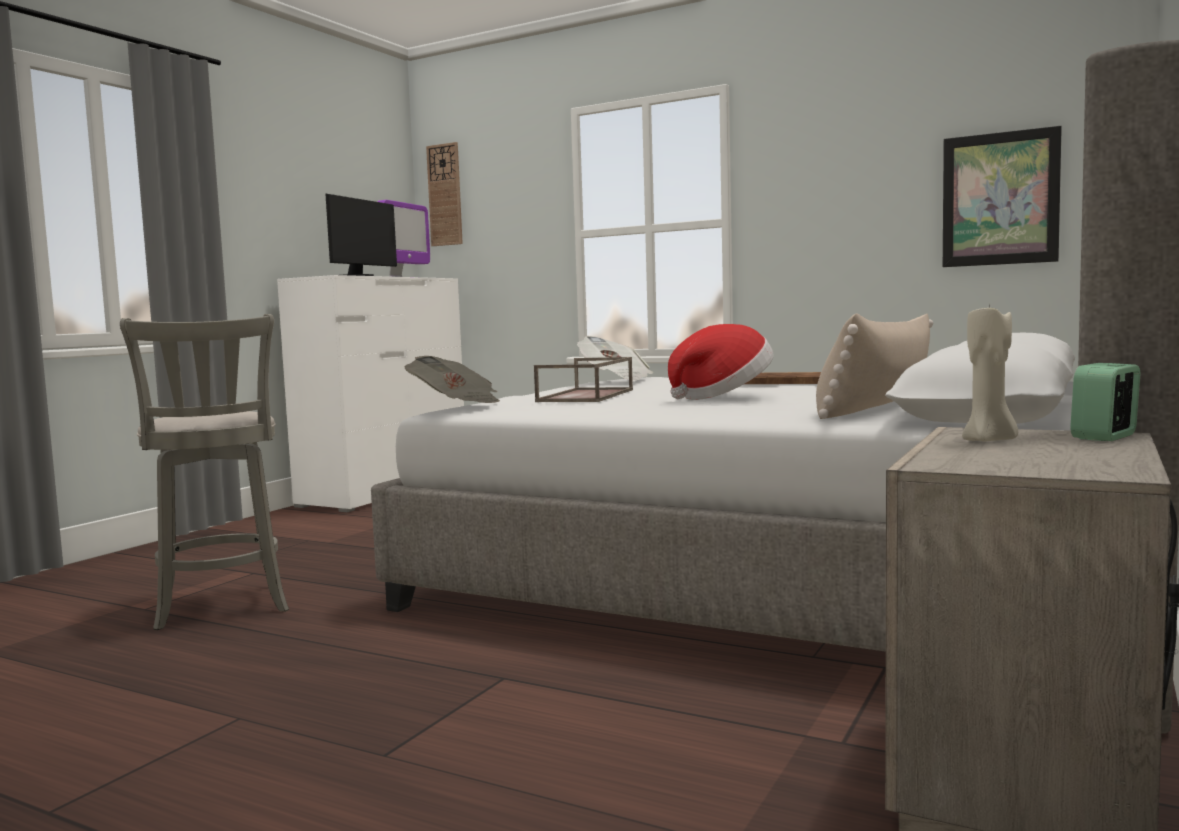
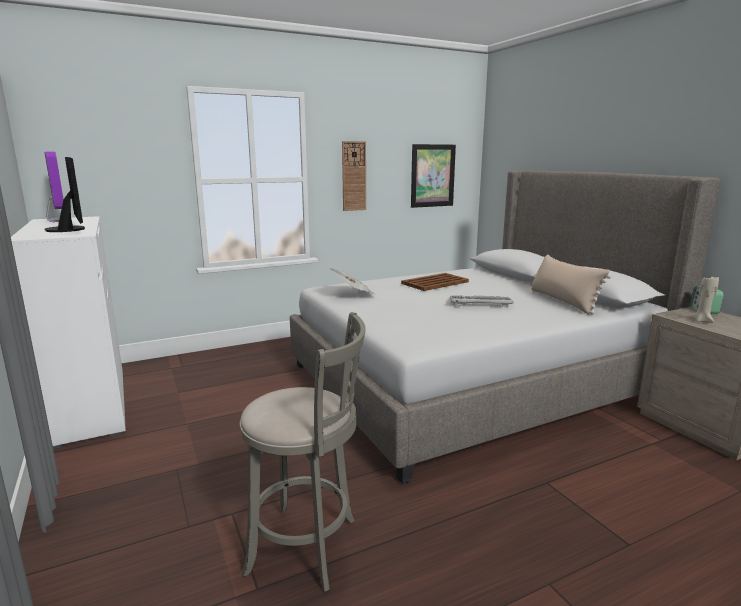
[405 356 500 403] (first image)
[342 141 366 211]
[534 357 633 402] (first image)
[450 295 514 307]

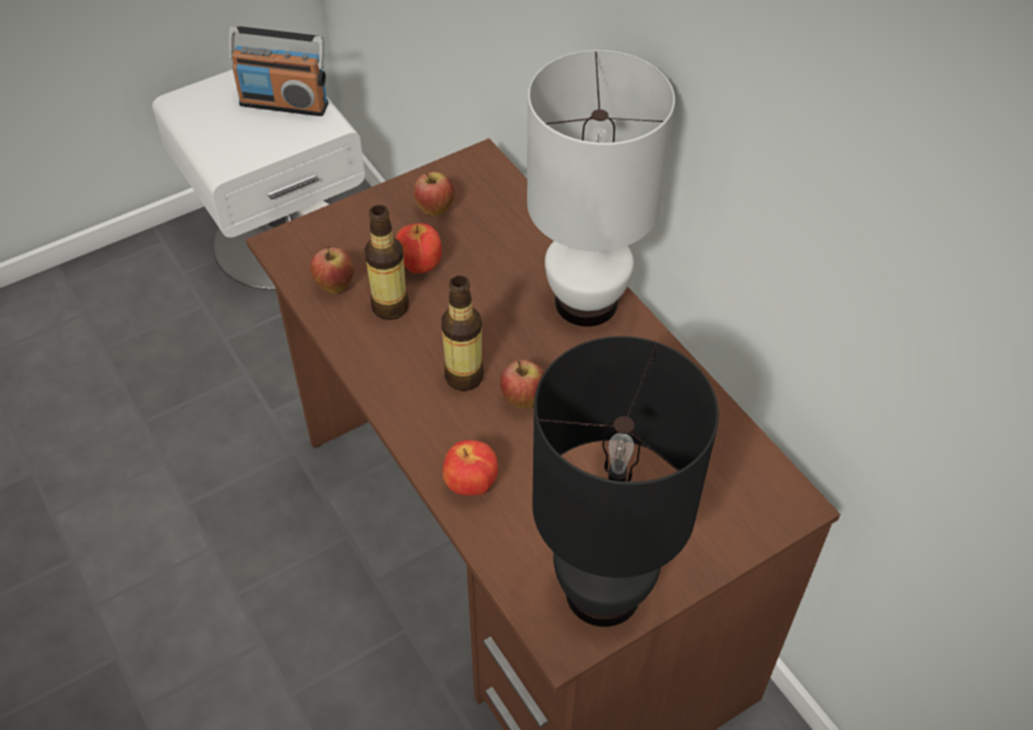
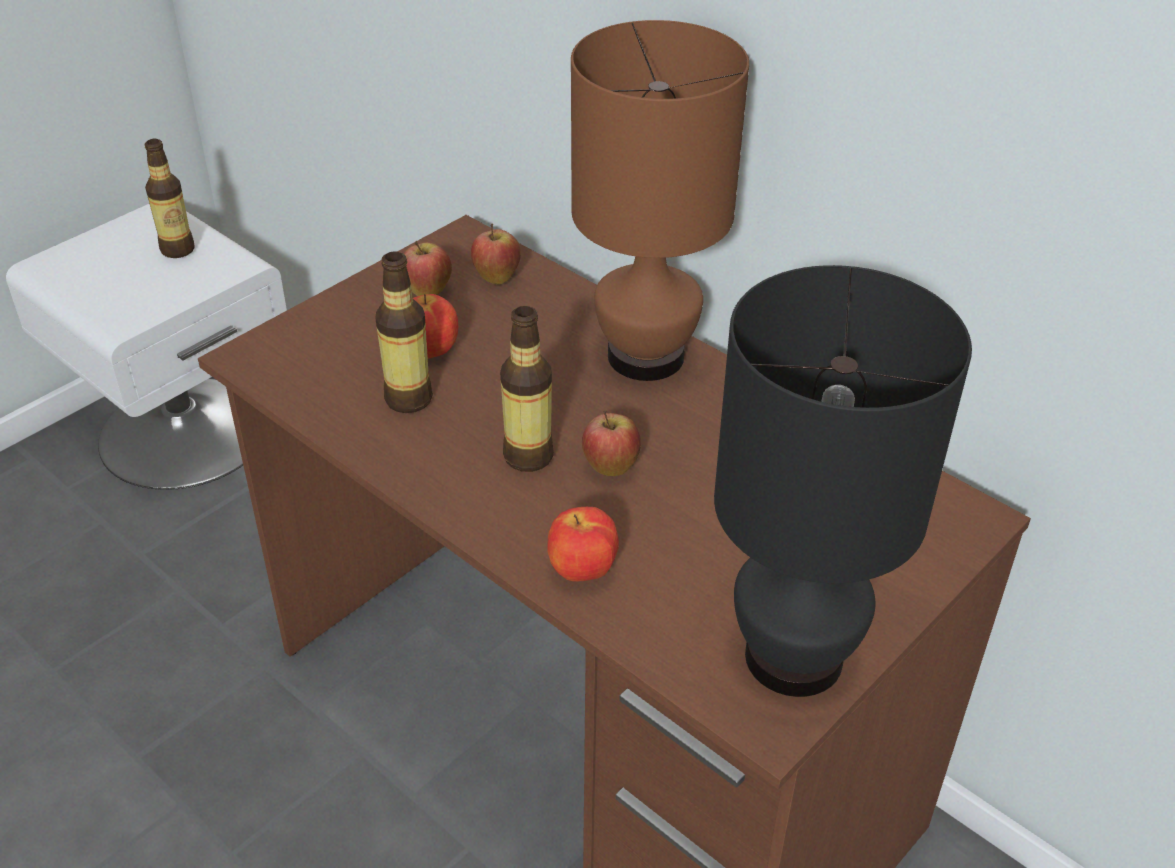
[144 139 195 258]
[471 223 521 285]
[571 20 749 381]

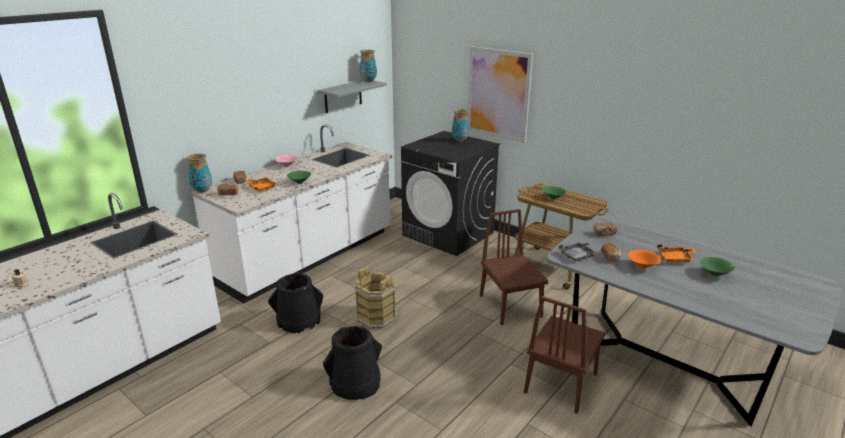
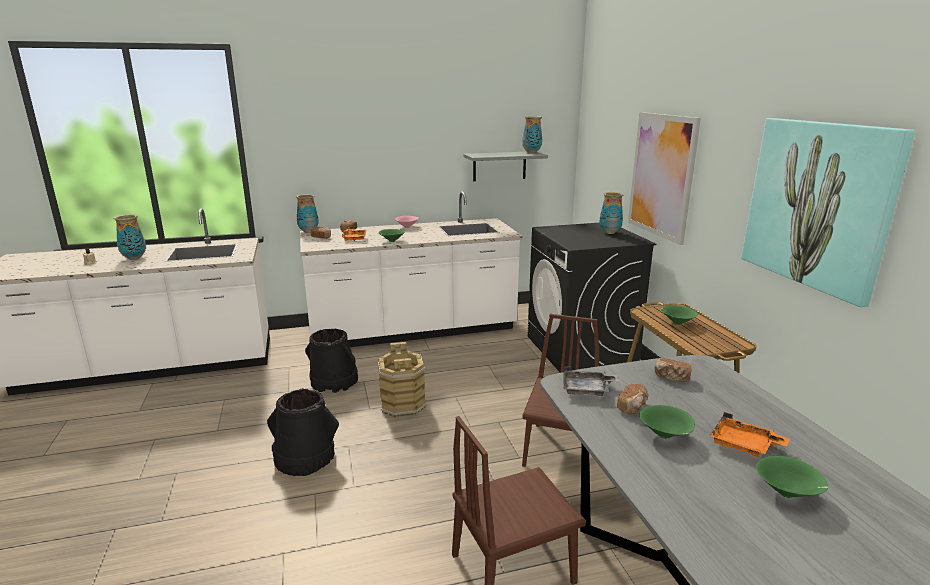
[639 405 695 439]
[114 214 146 260]
[741 118 915 307]

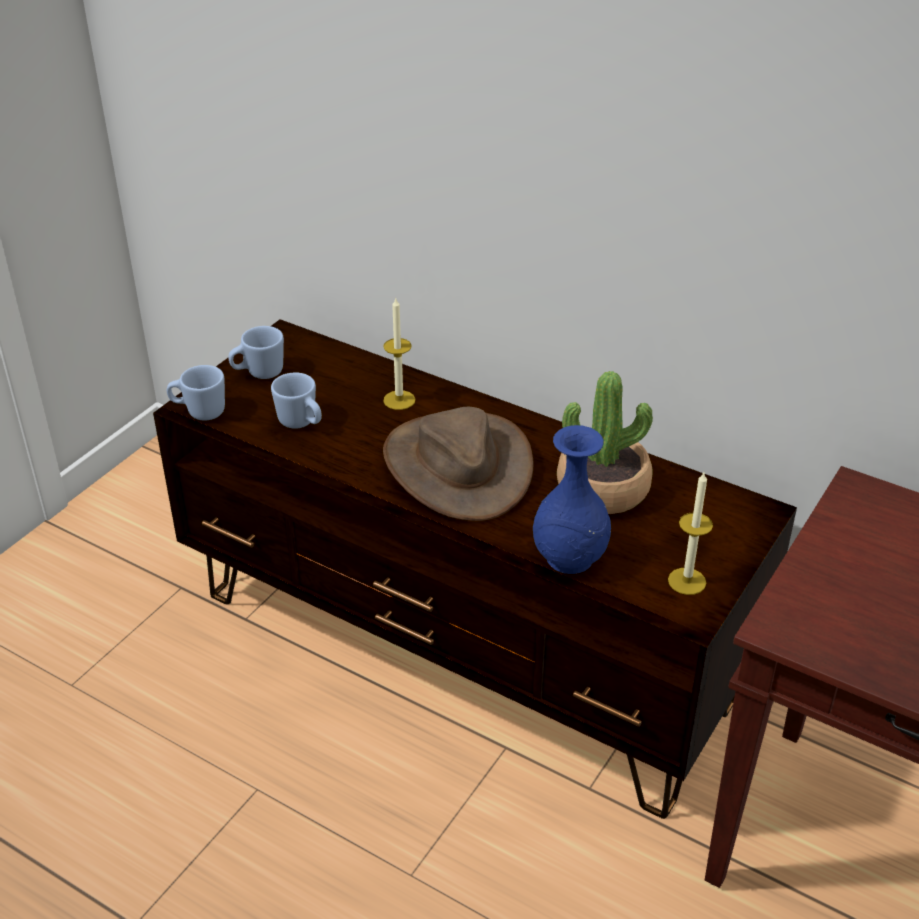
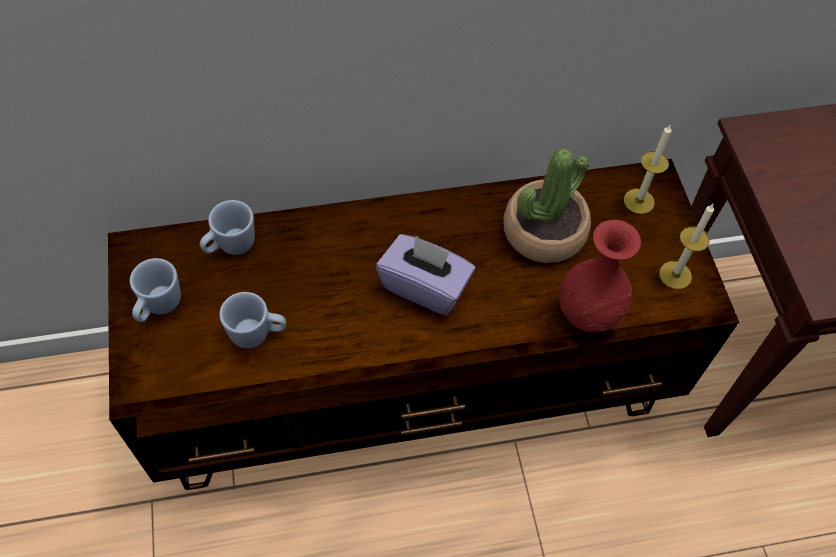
[200 200 255 255]
[624 125 671 214]
[376 234 475 315]
[558 220 641 332]

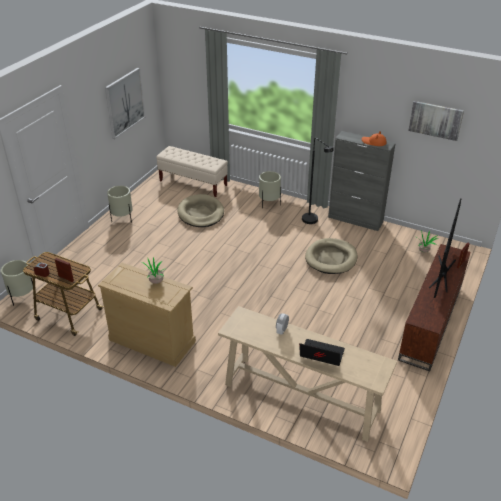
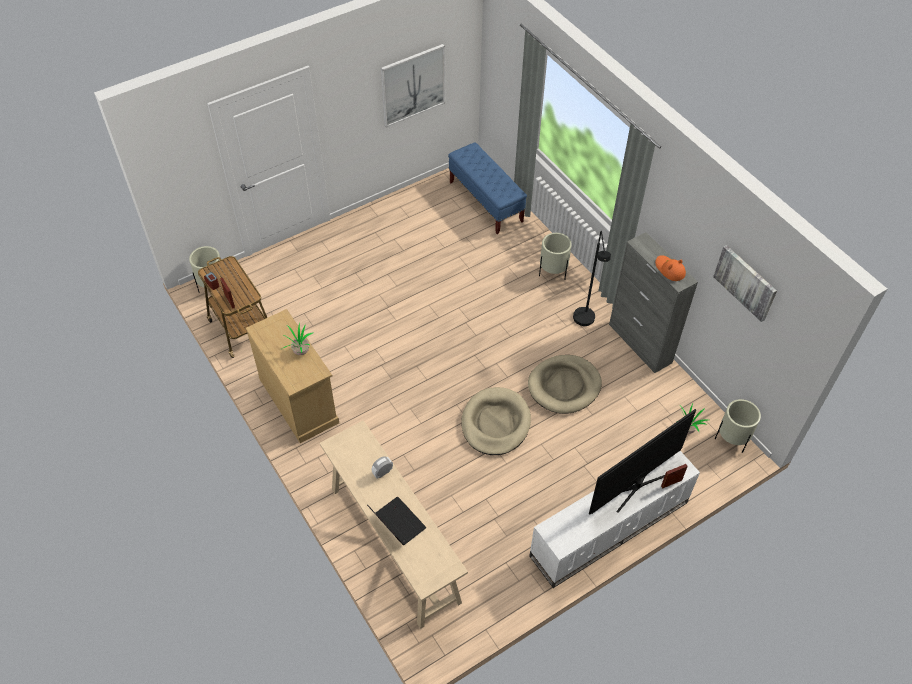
[715 399 761 453]
[448 143 527 234]
[461 387 531 455]
[529 451 700 588]

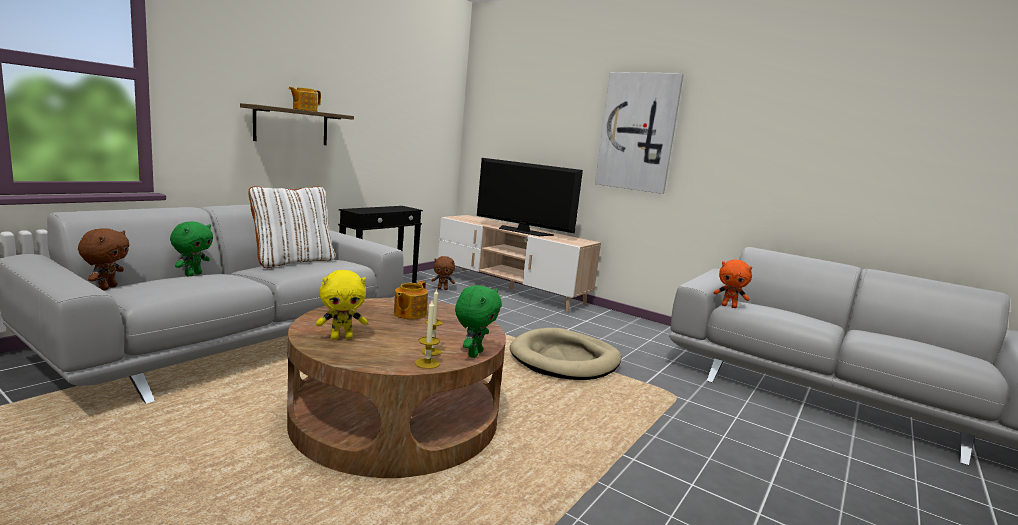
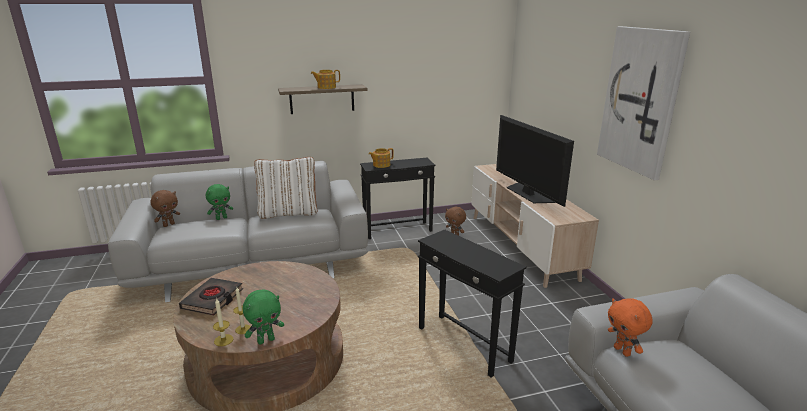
[179 278 243 316]
[369 148 394 168]
[418 230 527 377]

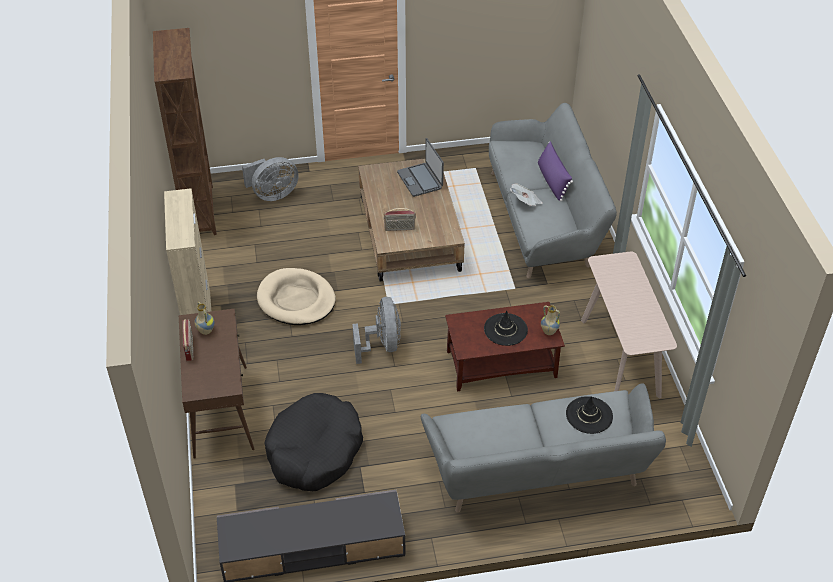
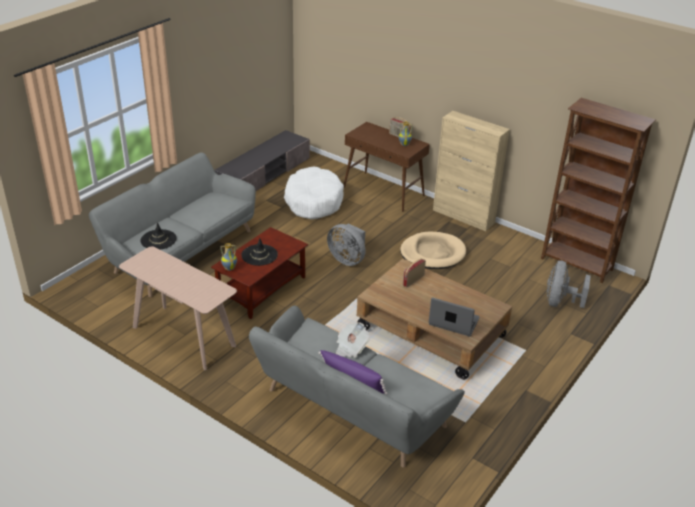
[284 167 344 220]

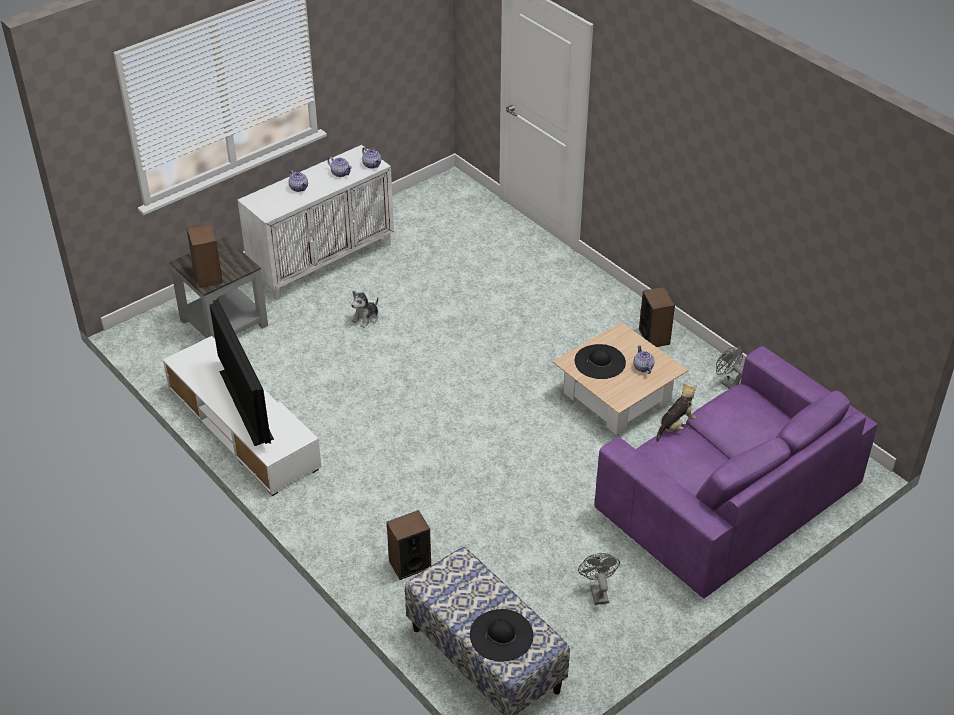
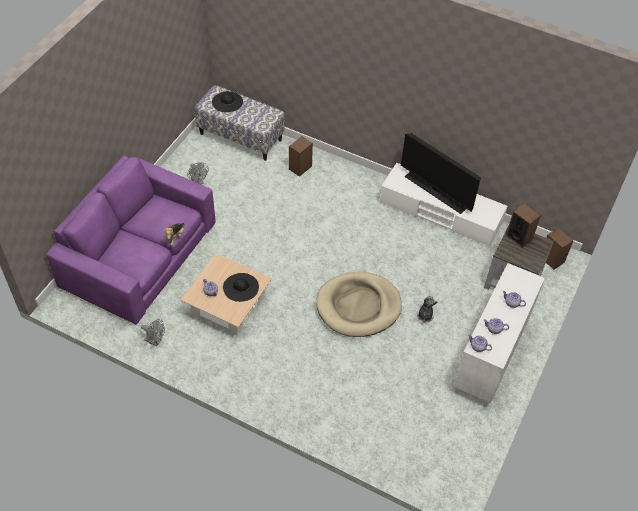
[546 228 574 270]
[316 272 402 337]

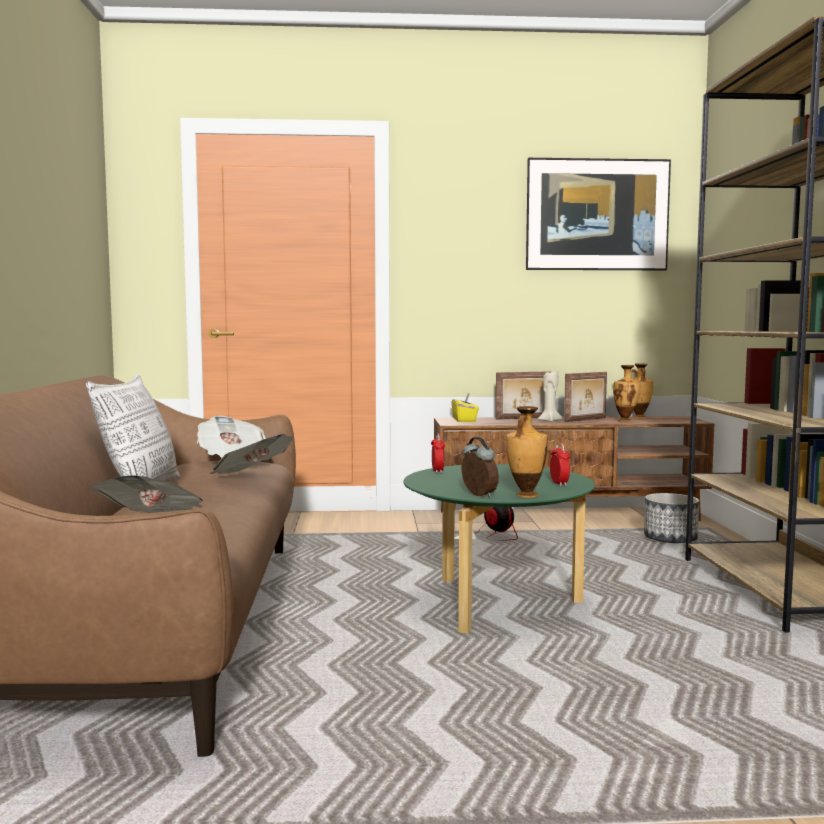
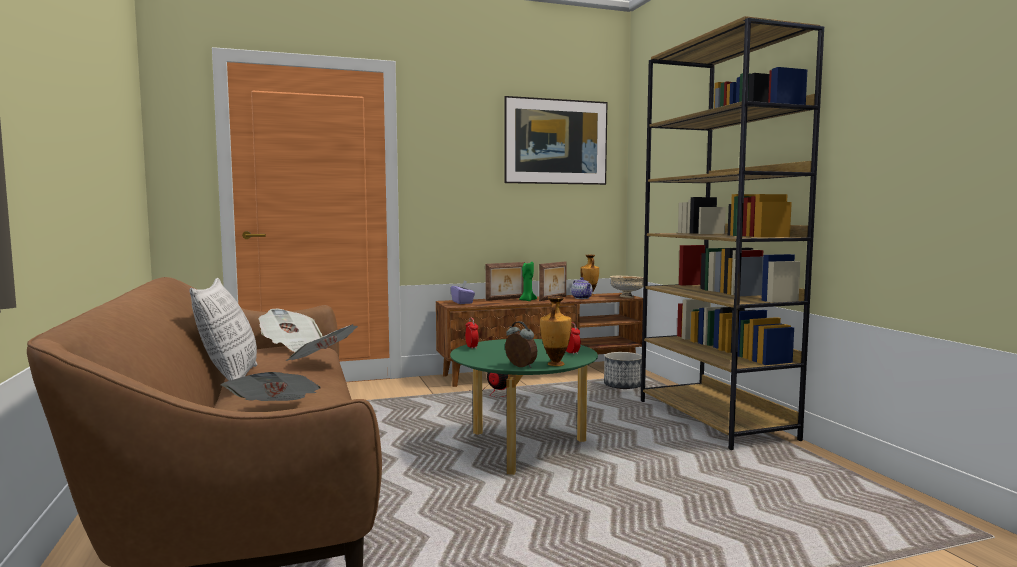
[451 281 475 304]
[519 262 537 301]
[571 277 593 299]
[610 276 644 298]

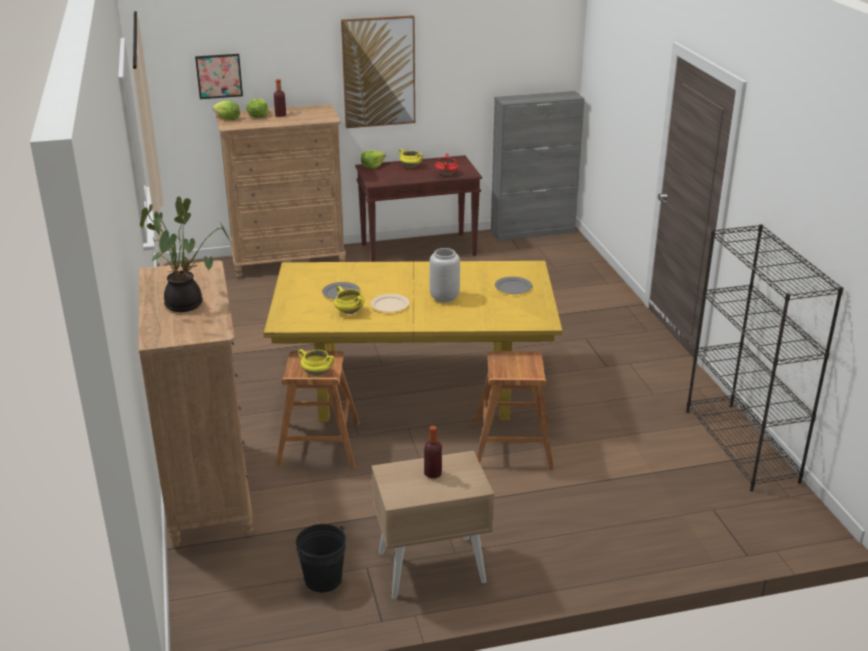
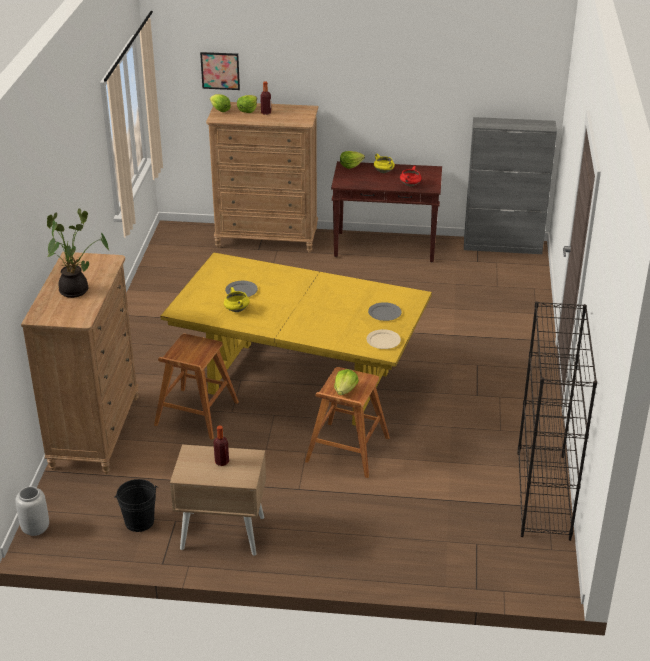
[298 349 335 376] (first image)
[341 15 415 128] (first image)
[366 329 401 349]
[15 486 49 536]
[334 369 359 395]

